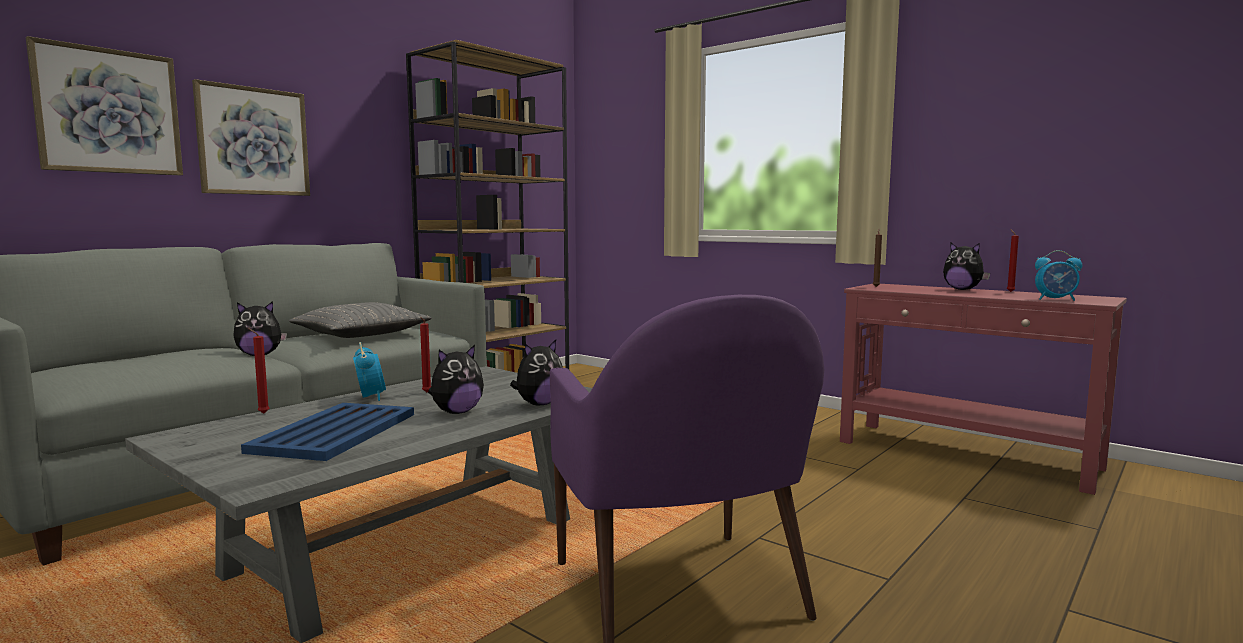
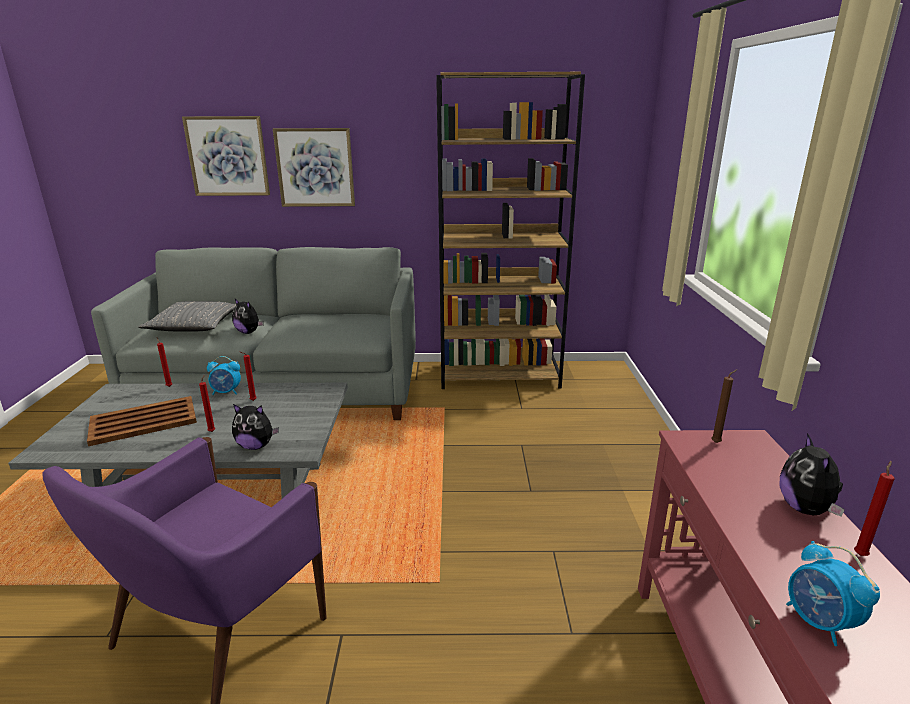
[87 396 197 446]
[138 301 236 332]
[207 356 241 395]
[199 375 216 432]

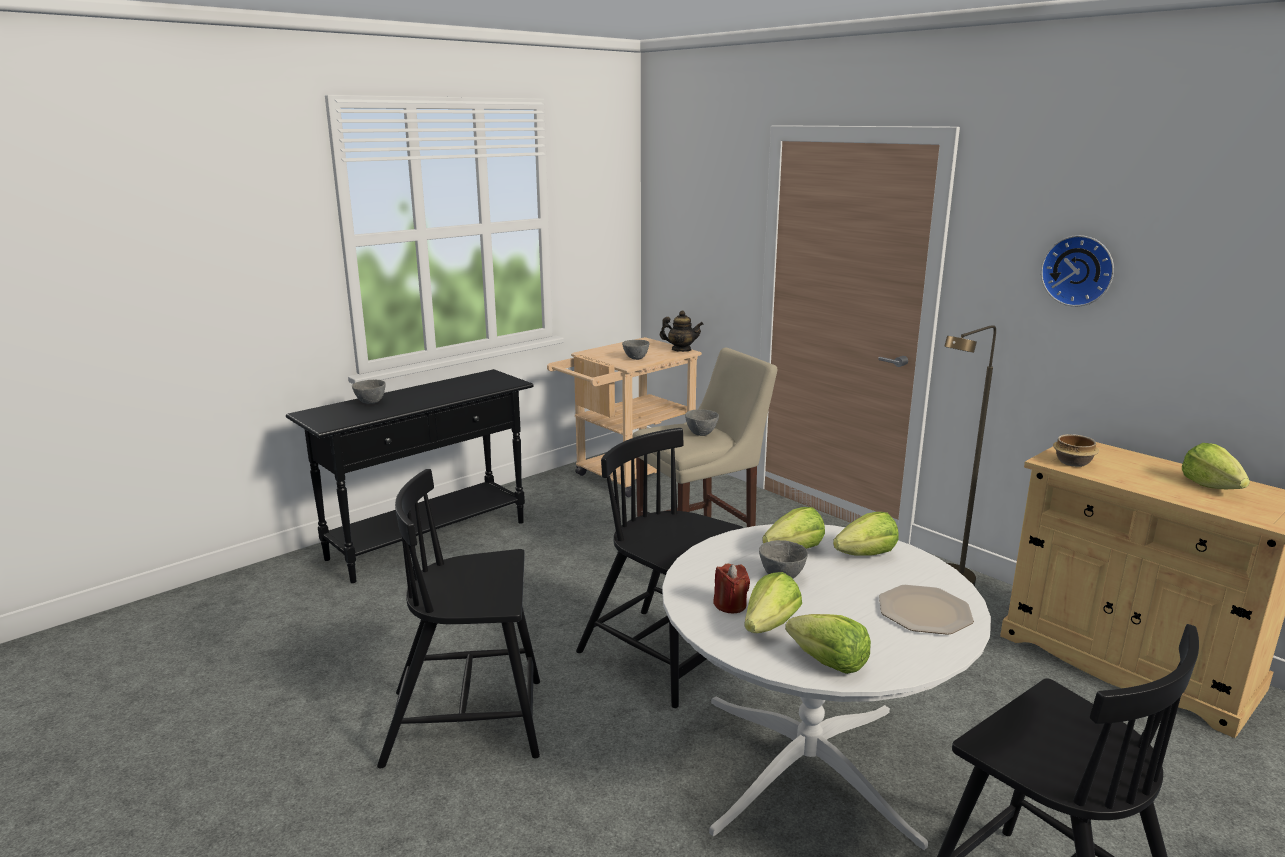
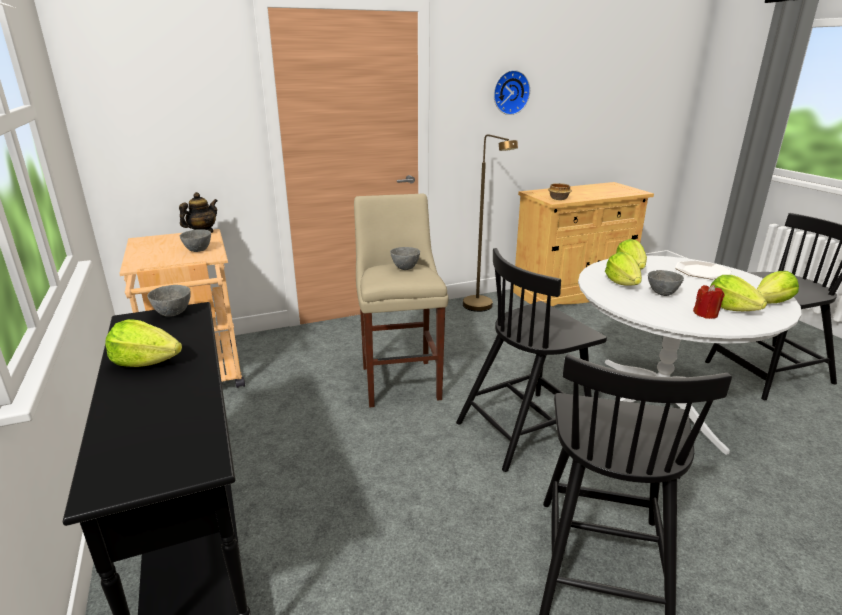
[147 285 191 317]
[105 319 182 367]

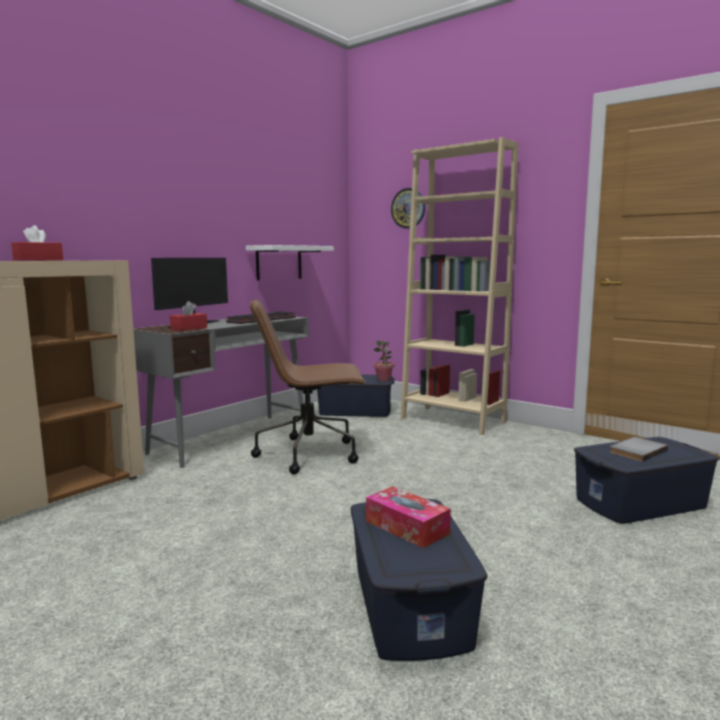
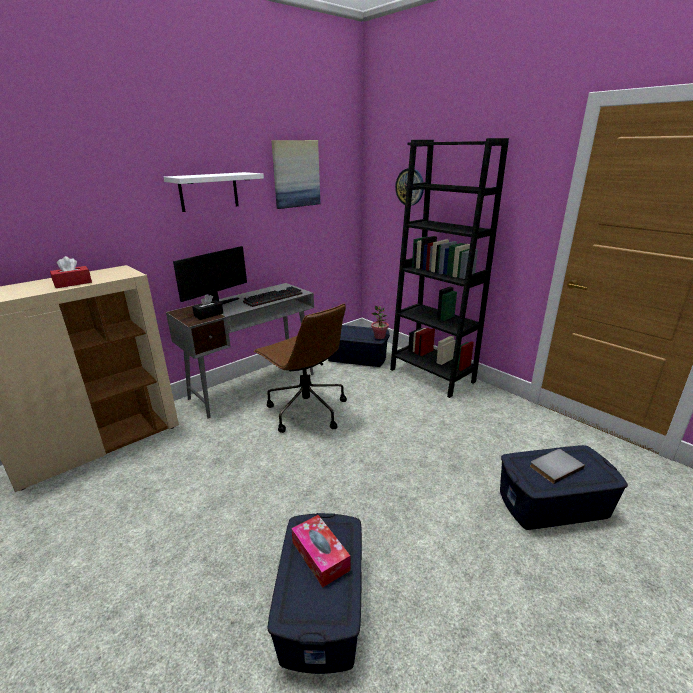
[192 294 223 320]
[164 172 264 212]
[254 303 347 433]
[390 138 509 398]
[271 140 320 209]

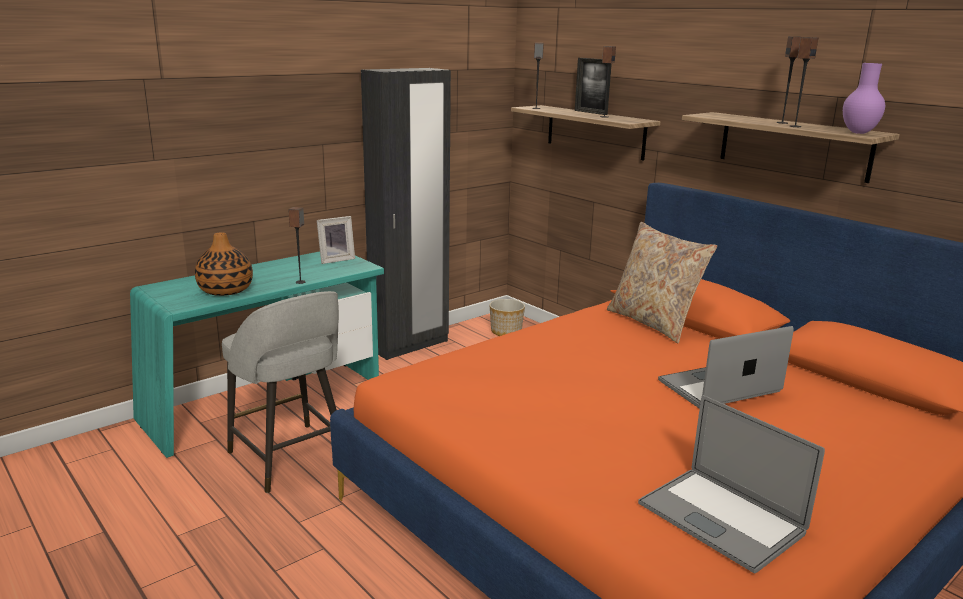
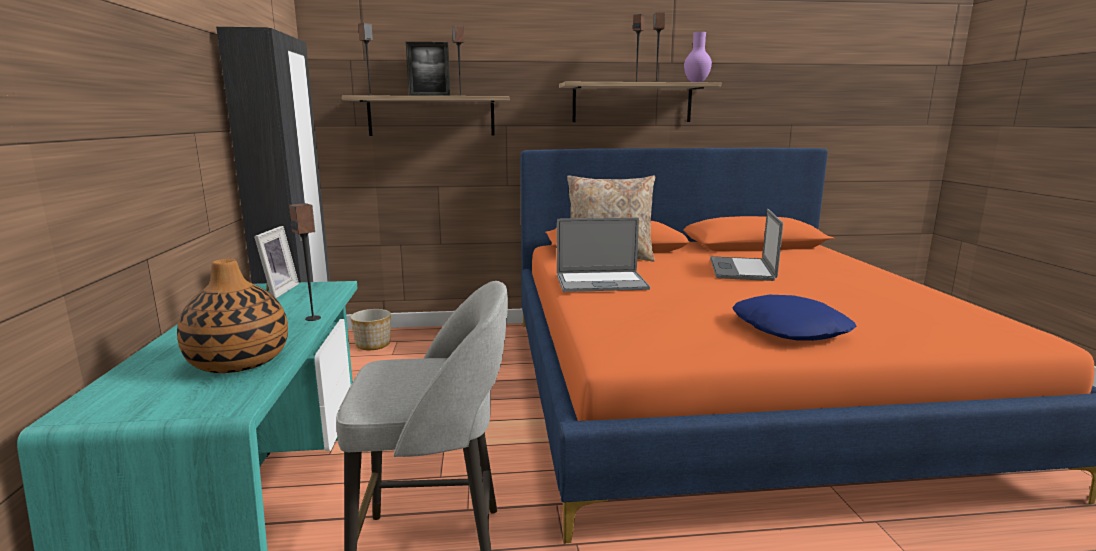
[557 217 650 292]
[732 295 857 341]

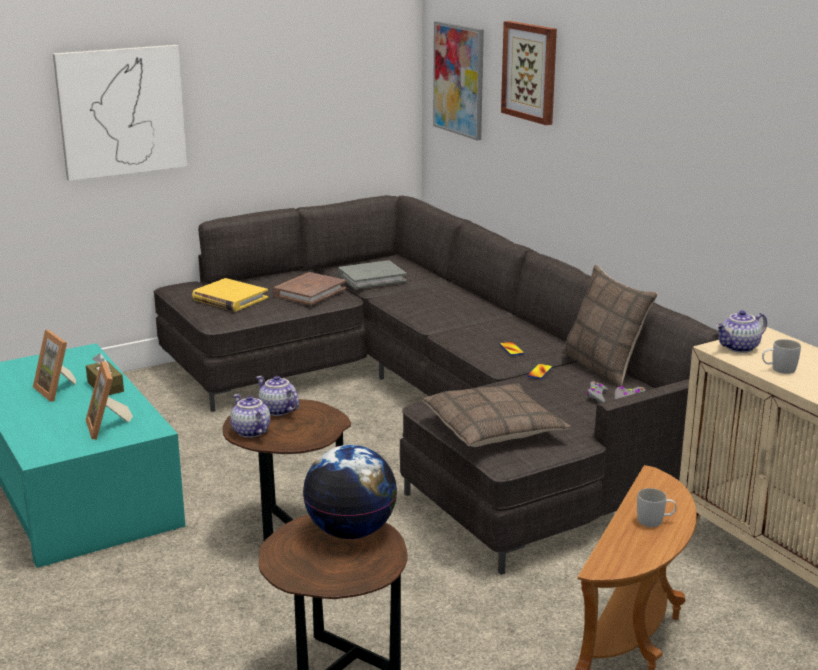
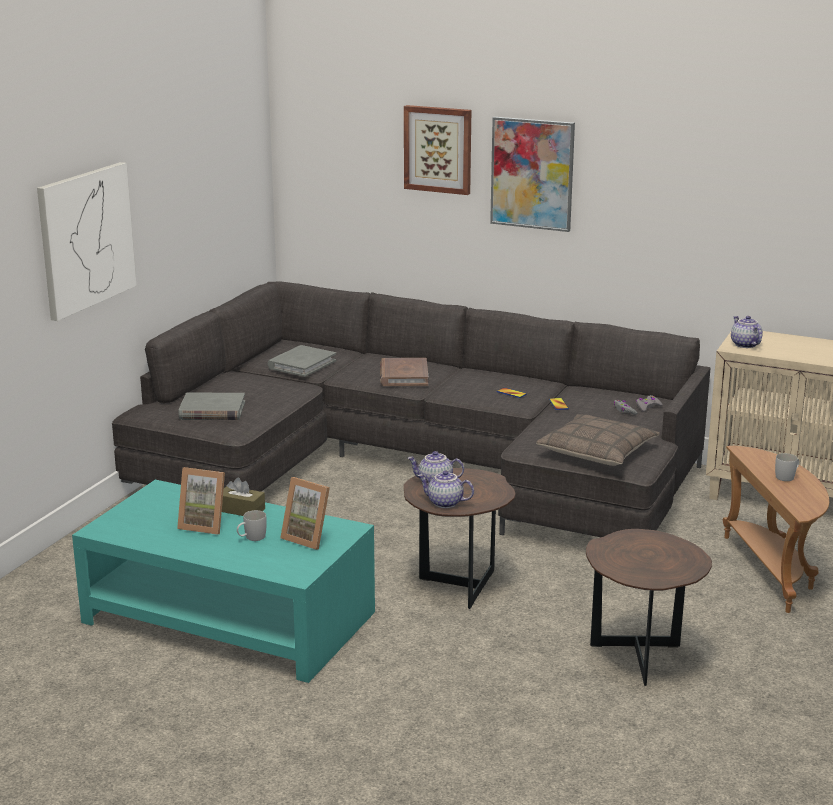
[178 393 245 420]
[380 358 428 386]
[303 445 397 539] (first image)
[490 117 575 232]
[562 264 658 387] (first image)
[731 316 763 348]
[237 510 267 541]

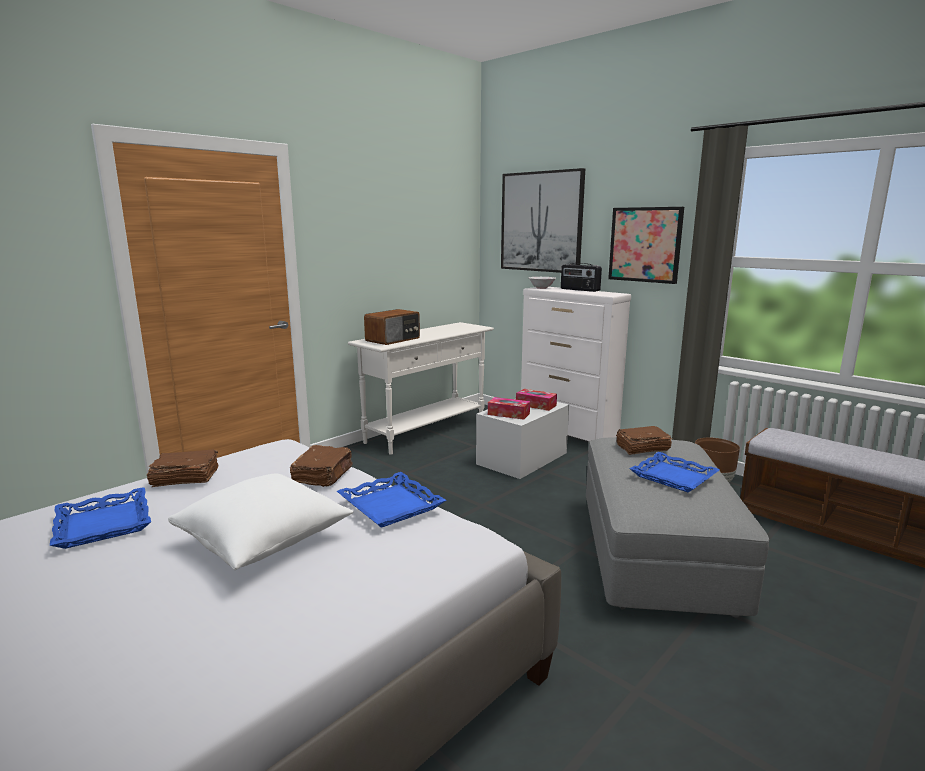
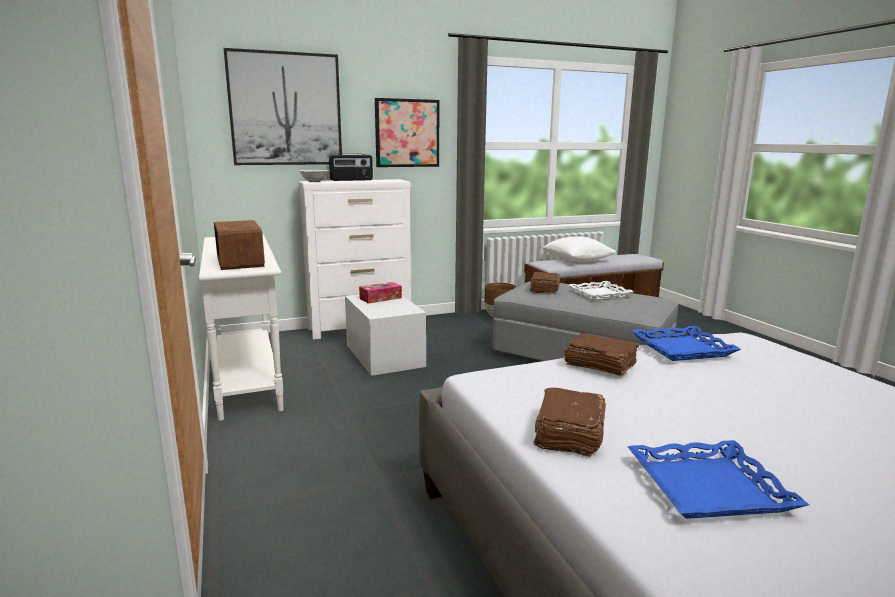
[542 236 616 262]
[488 397 530 420] (first image)
[568 281 634 300]

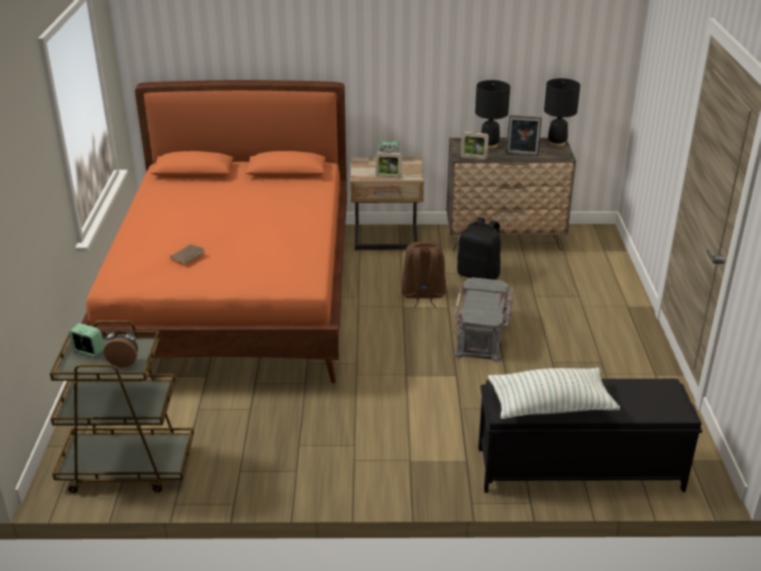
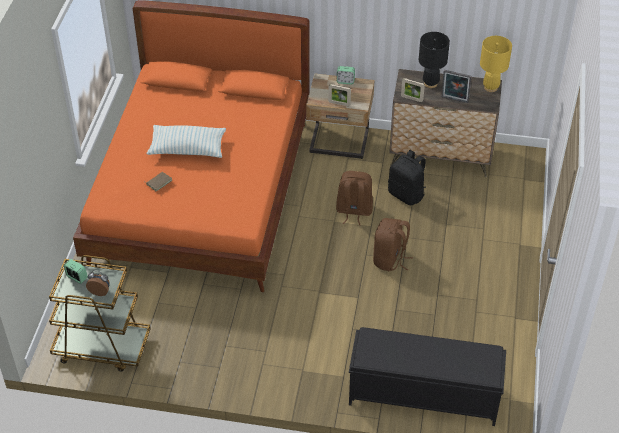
[373 218 413 271]
[146 125 226 158]
[480 36 512 92]

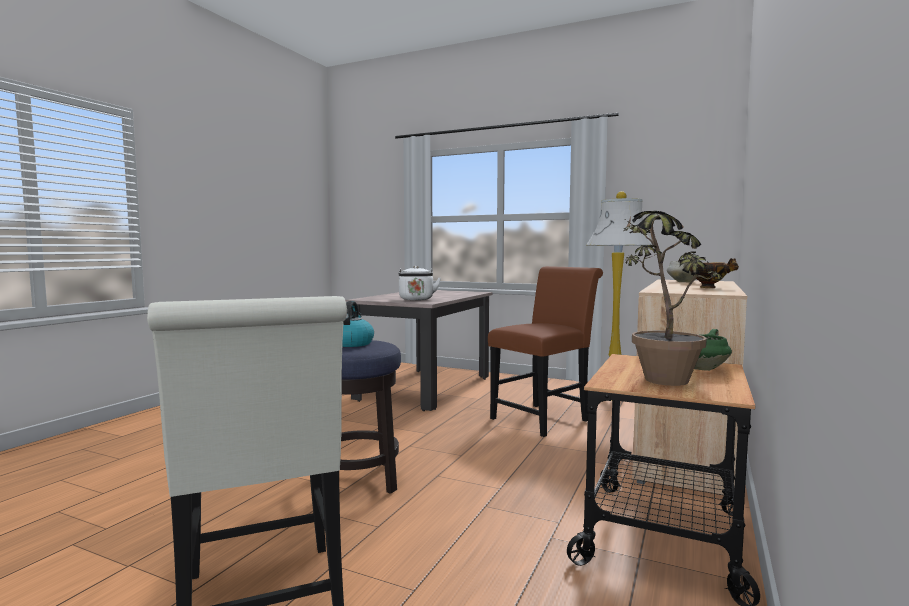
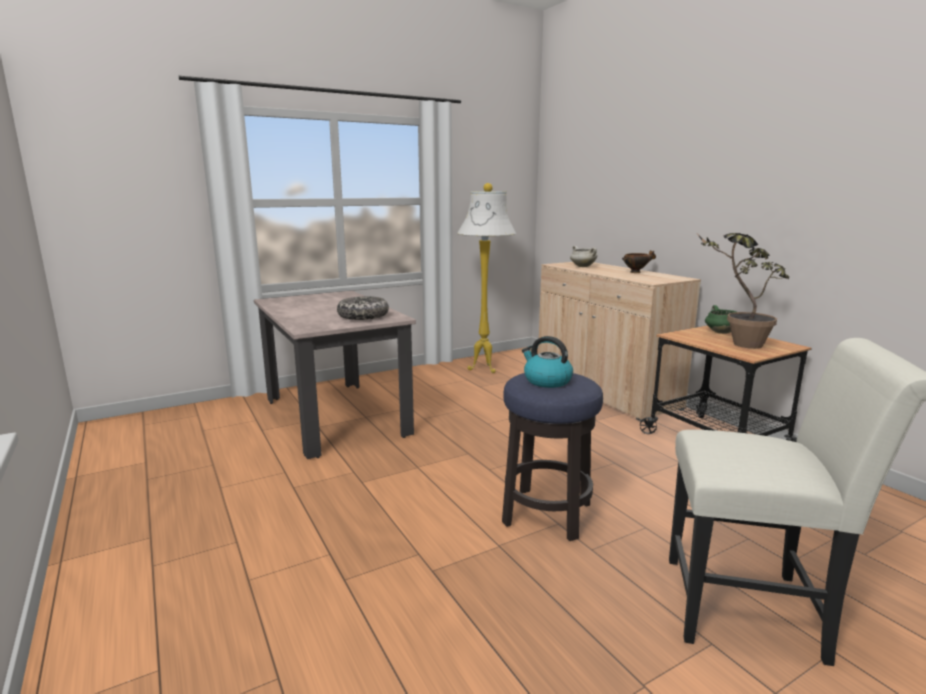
[337 296 389 320]
[488 266 603 437] (first image)

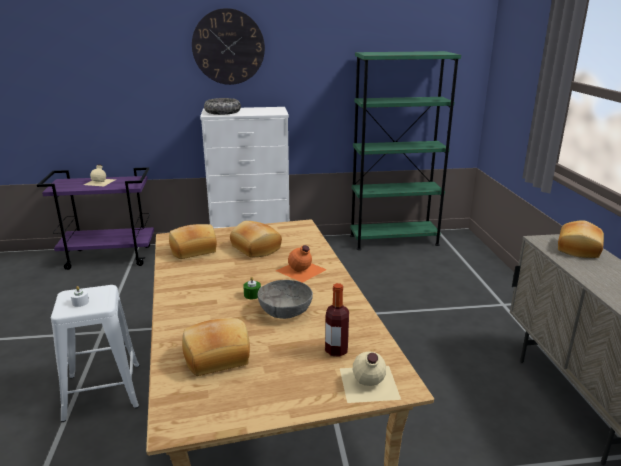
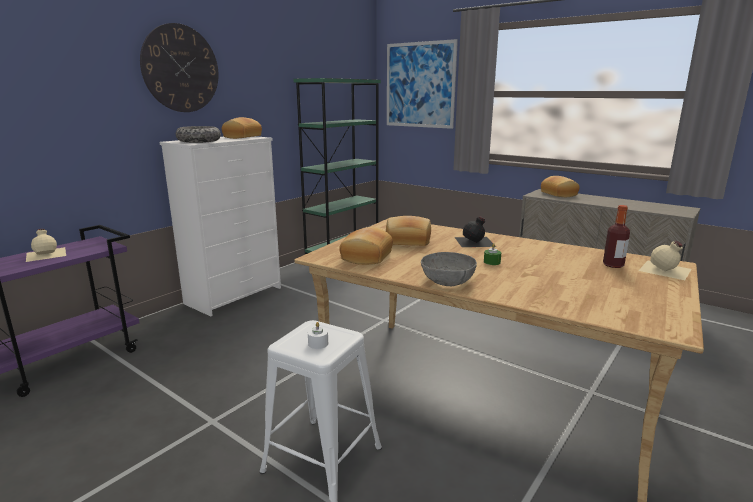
[222 117 262 139]
[421 252 477 286]
[455 216 496 247]
[387 39 458 129]

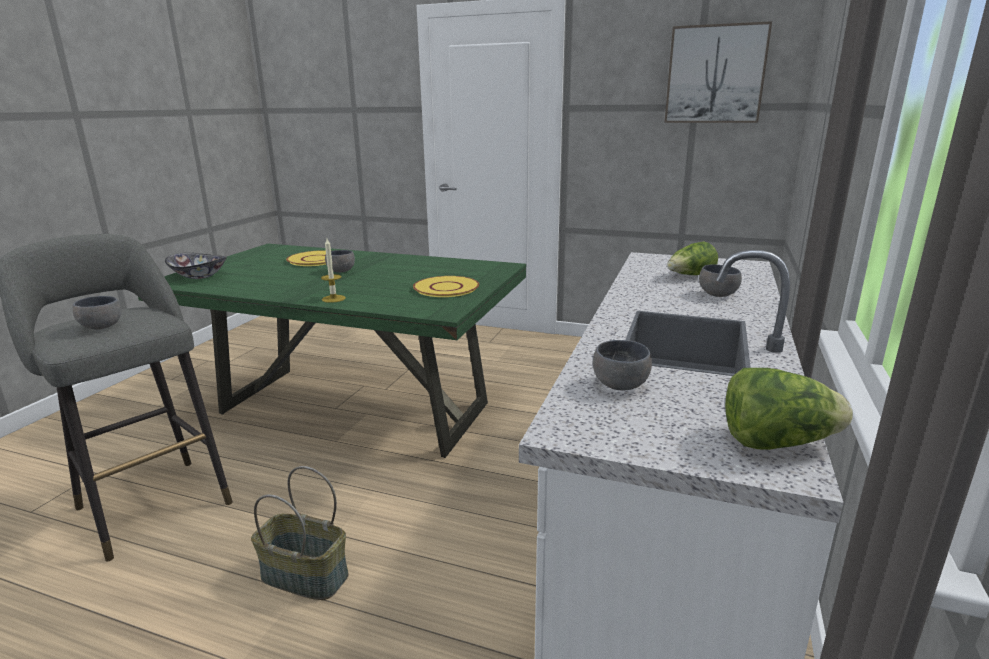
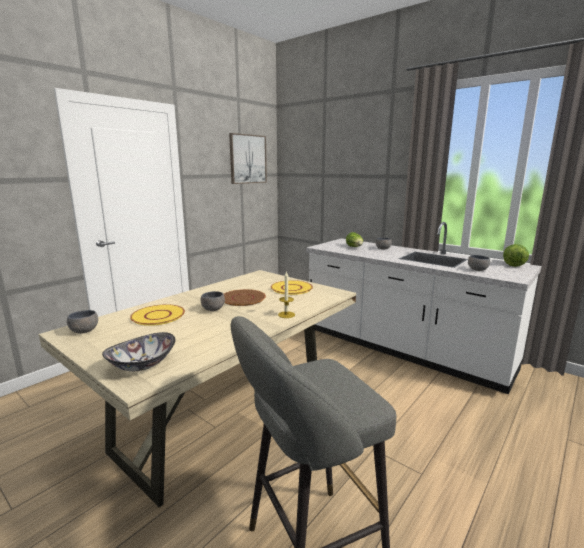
[67 310 98 333]
[39 270 356 507]
[251 466 349 600] (first image)
[224 289 266 306]

